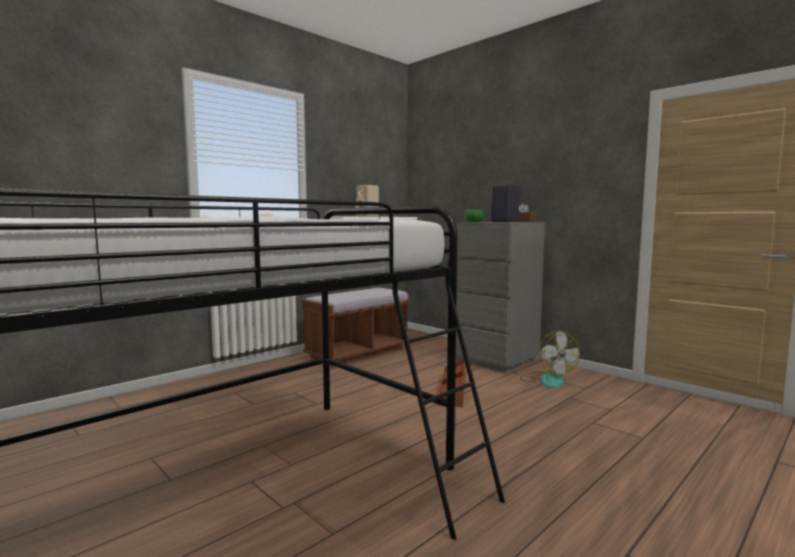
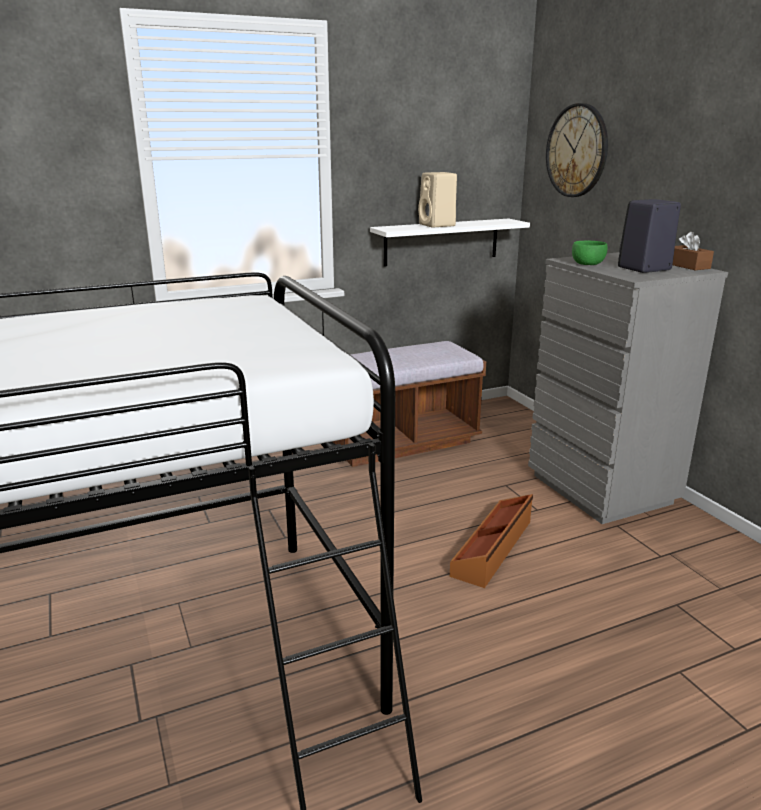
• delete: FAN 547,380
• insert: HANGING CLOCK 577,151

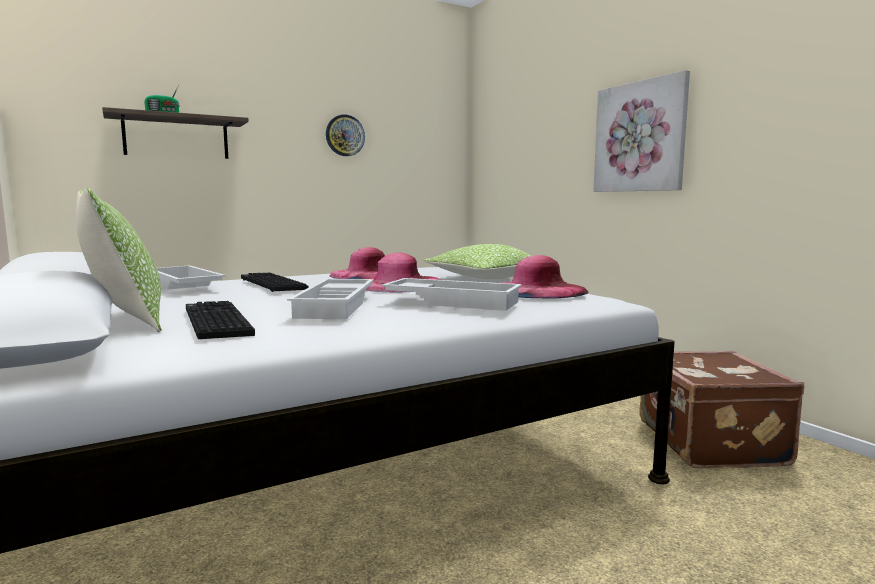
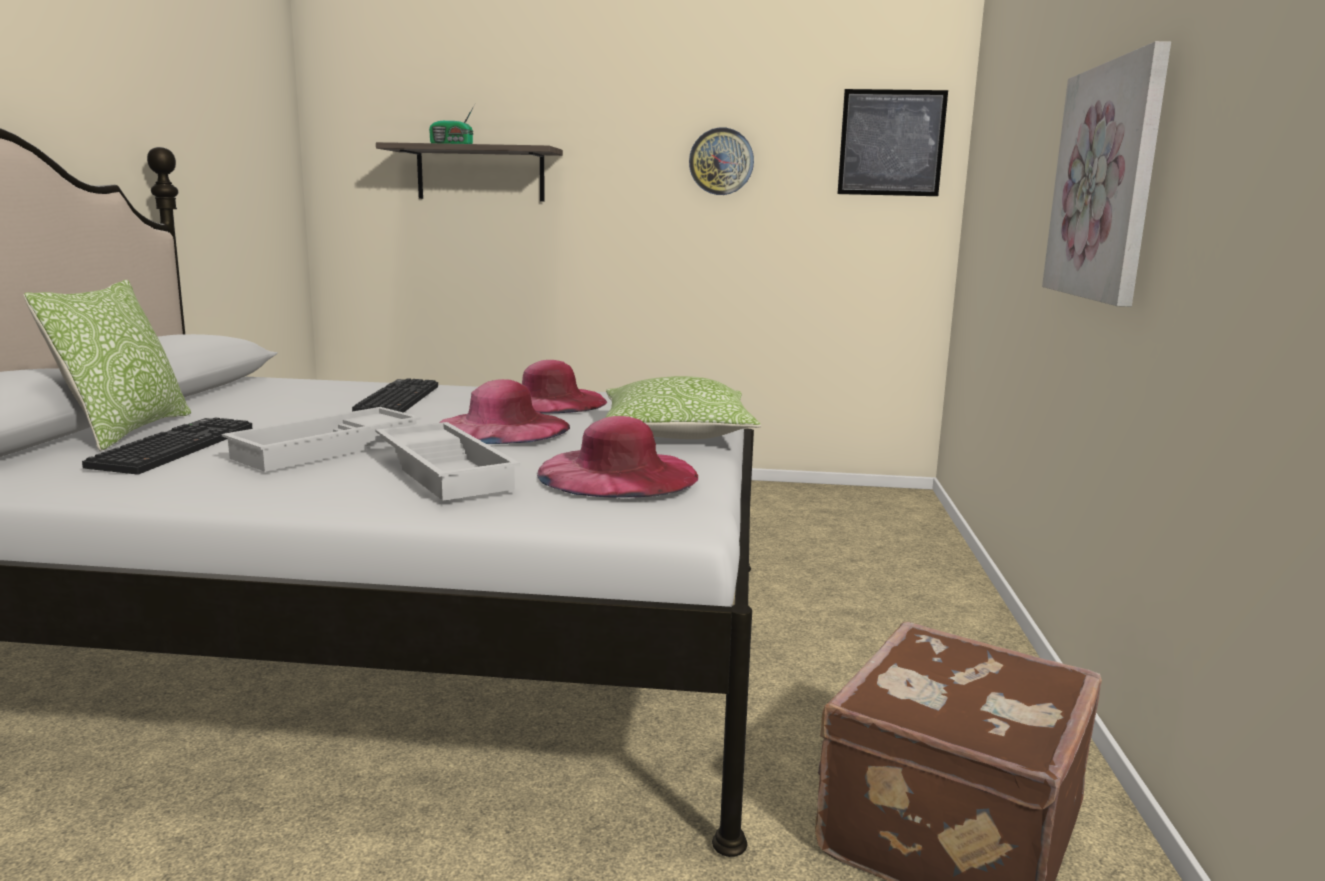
• delete: WHITISH SERVING TRAY 182,286
• insert: WALL PICTURE 891,143

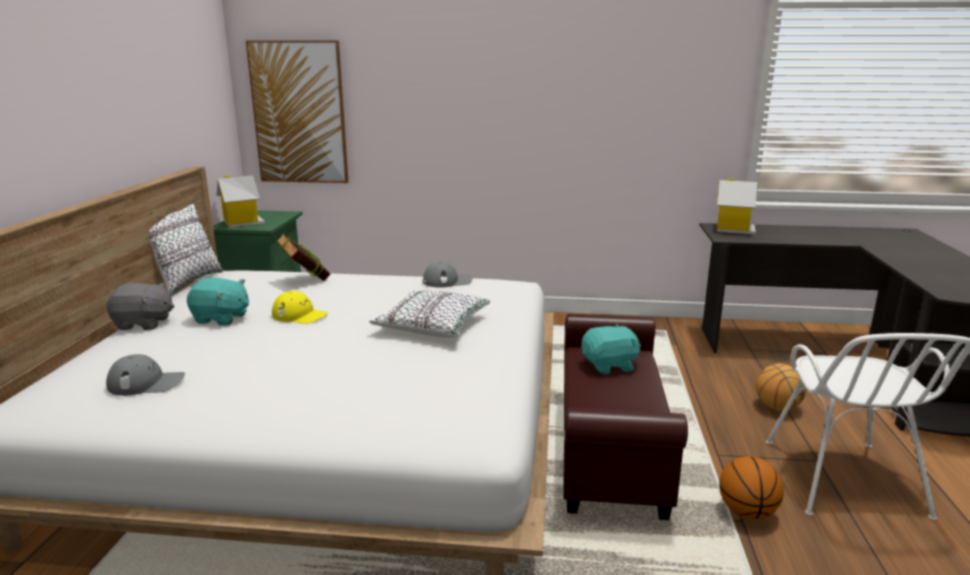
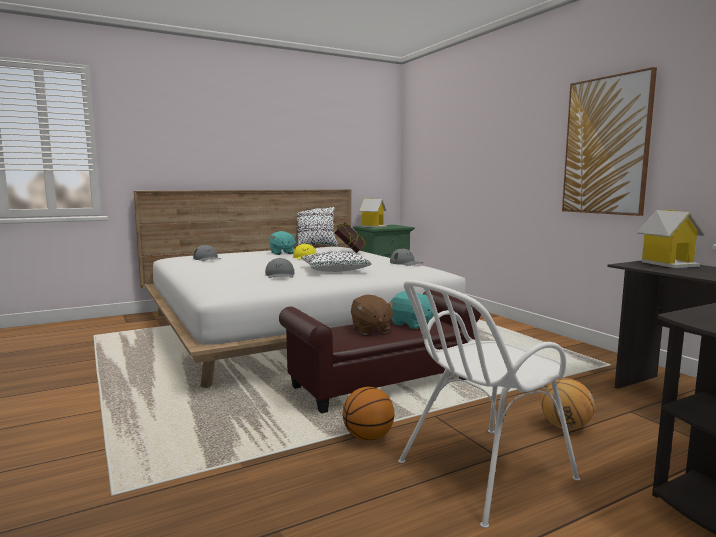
• move: WALL PICTURE 299,113 to 606,146
• delete: GREY SOFT TOY 143,323
• insert: GREY BASEBALL CAP 280,275
• insert: BROWN SOFT TOY 370,330

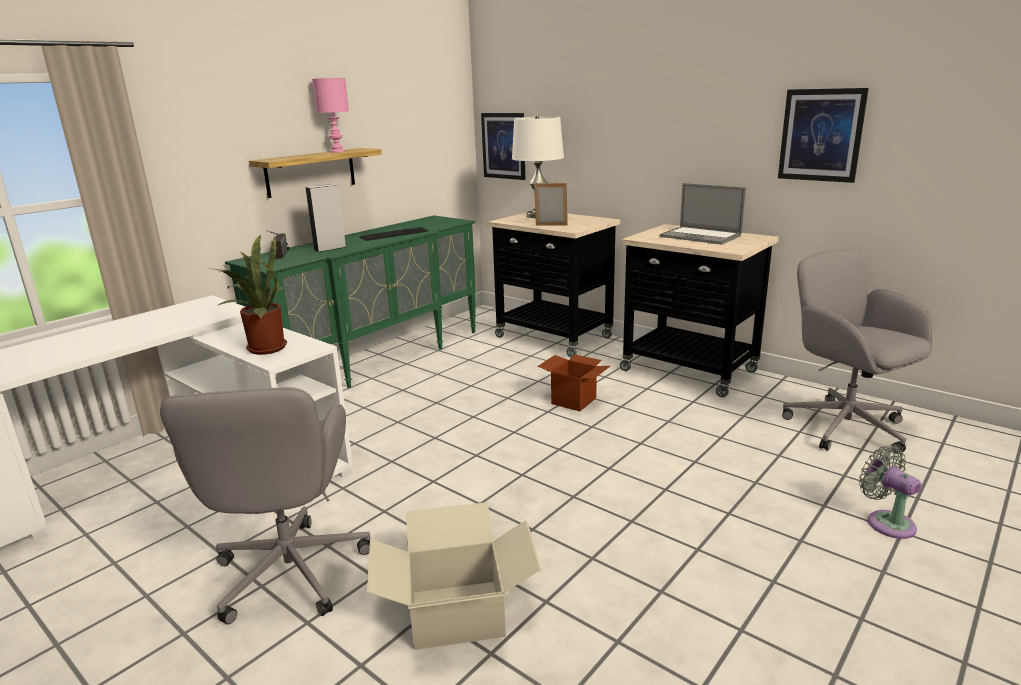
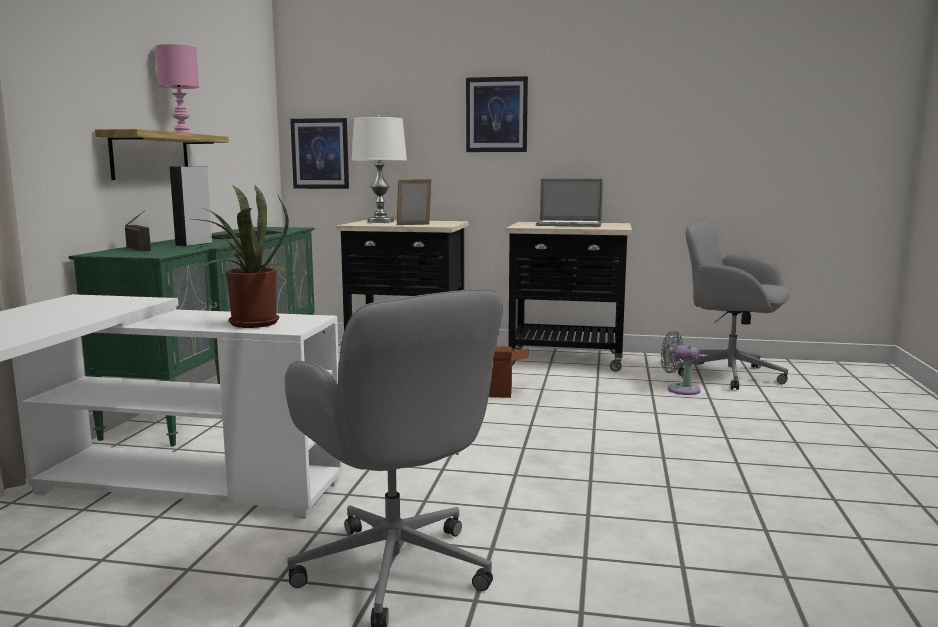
• move: WALL PICTURE 821,135 to 496,115
• move: GREY FAN 886,522 to 680,389
• delete: CARTON 457,615

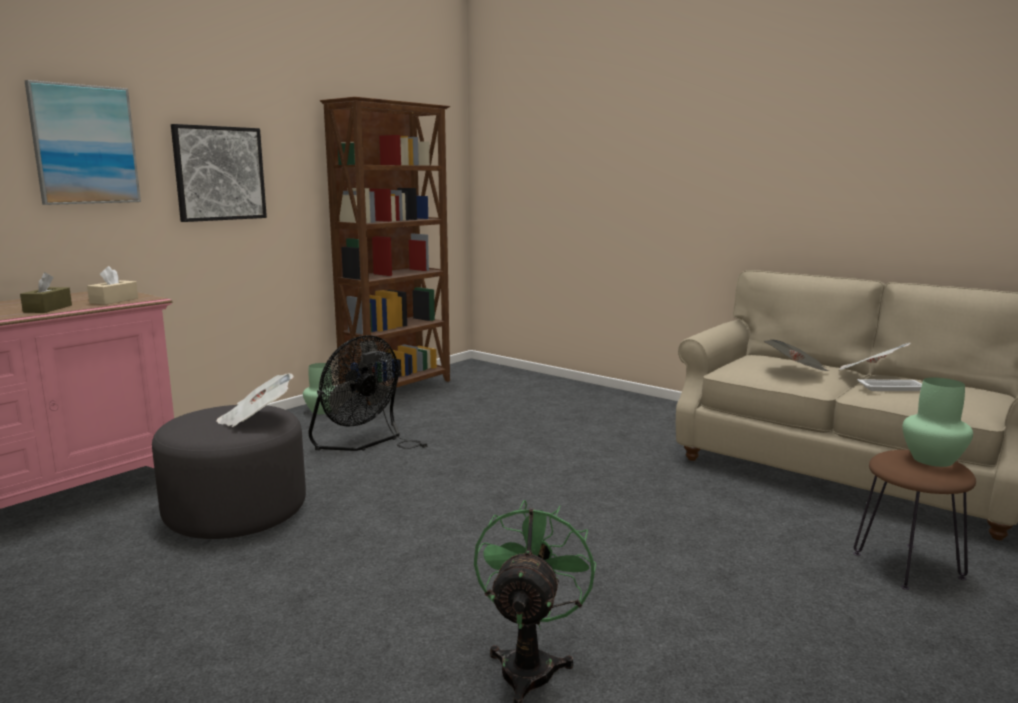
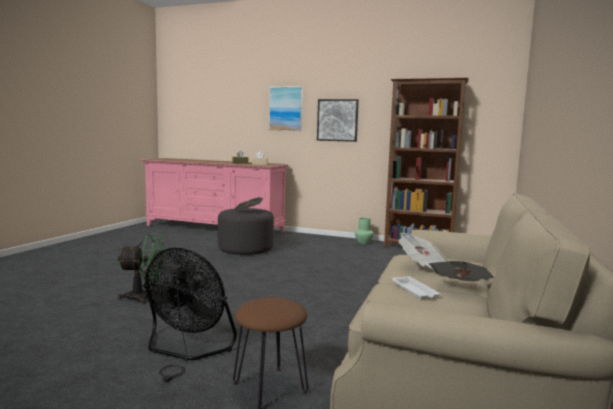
• move: BLACK-COLOURED FAN 372,440 to 182,351
• delete: GREEN DECORATIVE VASE 933,460

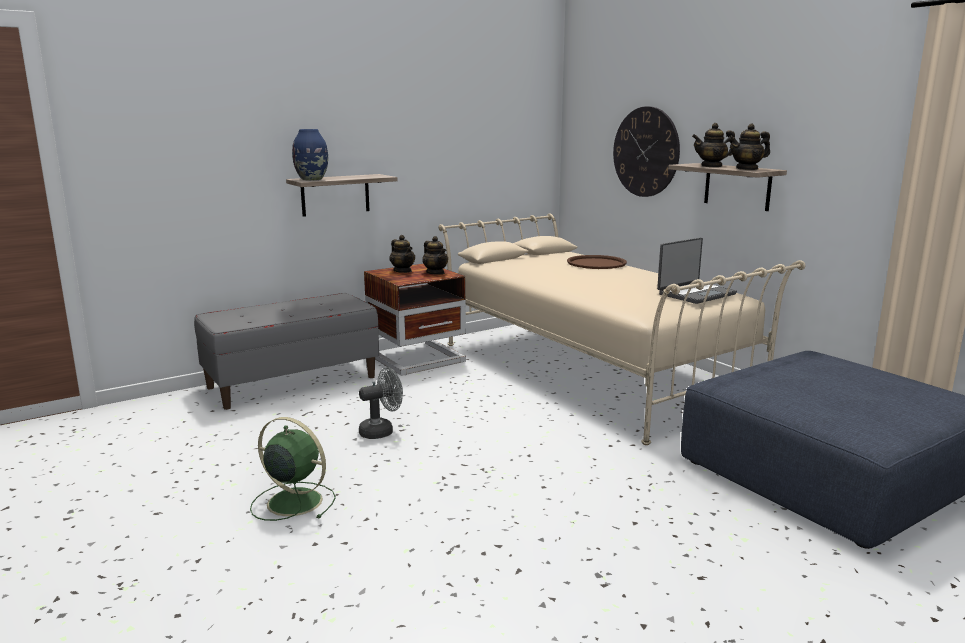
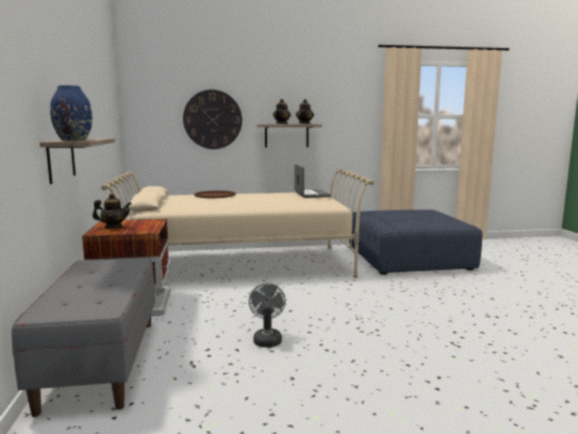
• delete: TEA POT 435,273
• delete: GREEN FAN 292,501

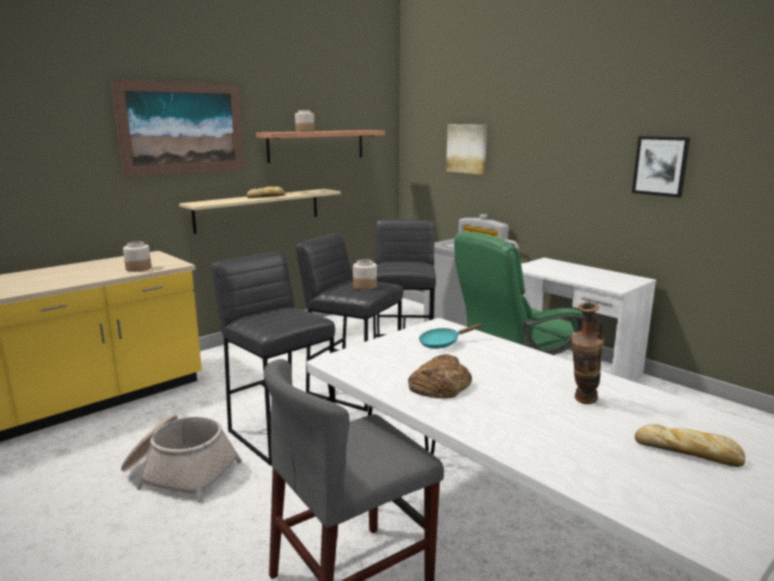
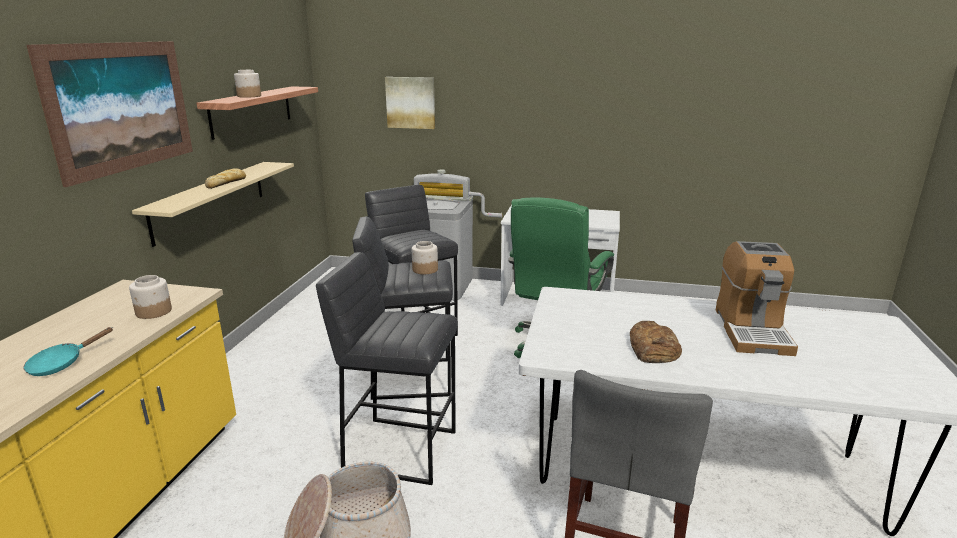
• delete: WALL PICTURE 660,166
• replace: DECORATIVE VASE 582,402 to COFFEE MAKER 752,330
• move: TURQUOISE-COLOURED SKILLET 443,343 to 61,364
• delete: BREAD 689,453

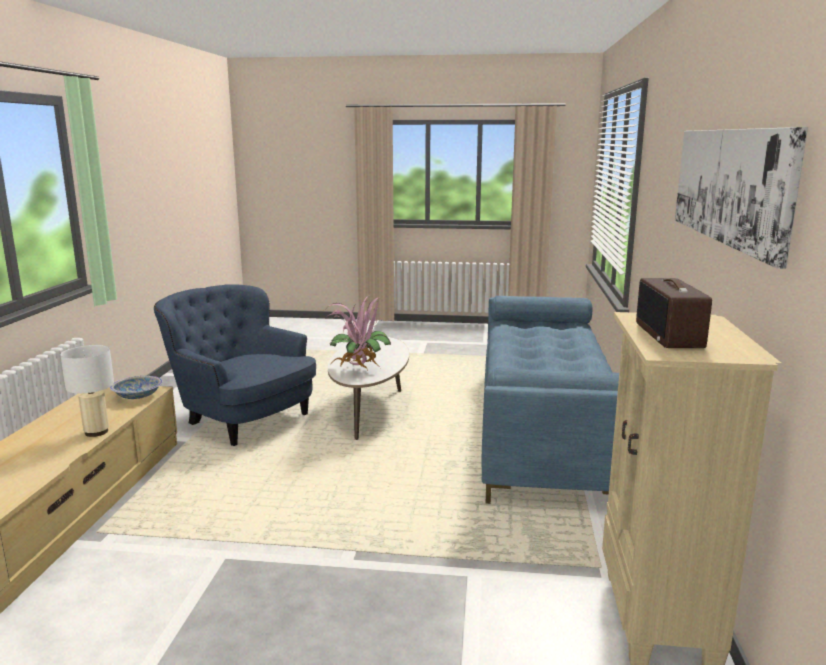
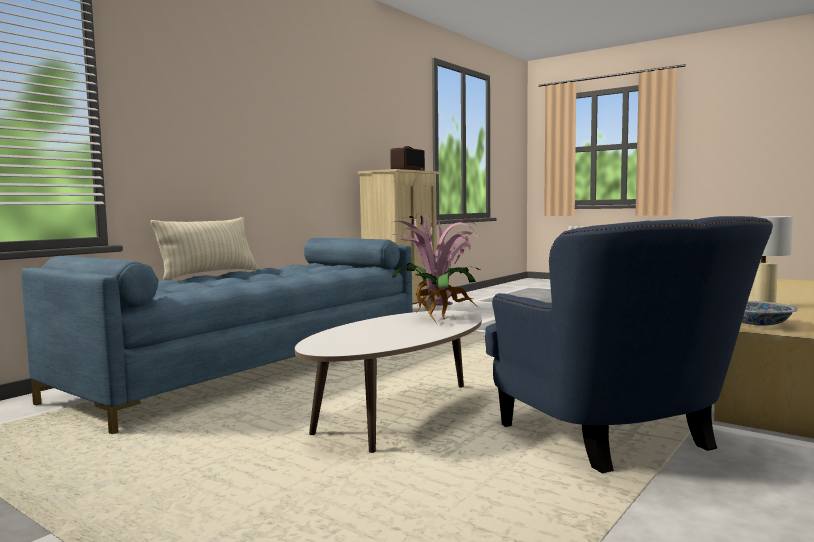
• delete: WALL PICTURE 729,185
• insert: BEIGE CUSHION 209,274

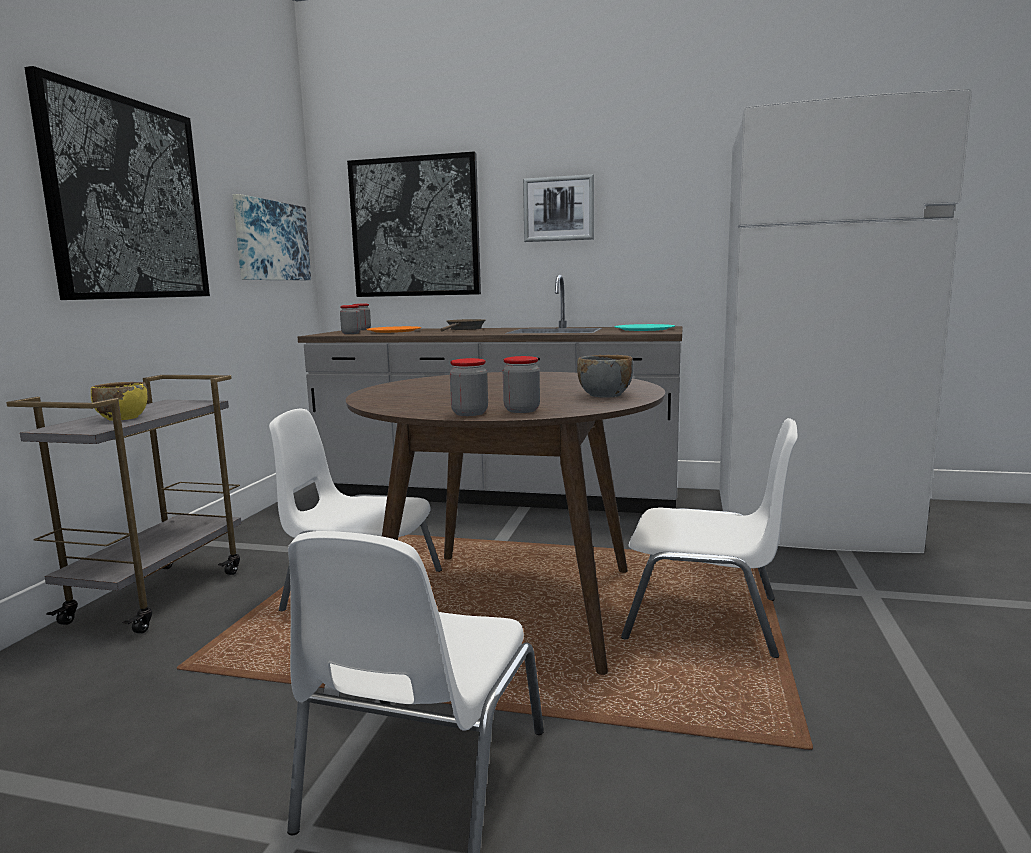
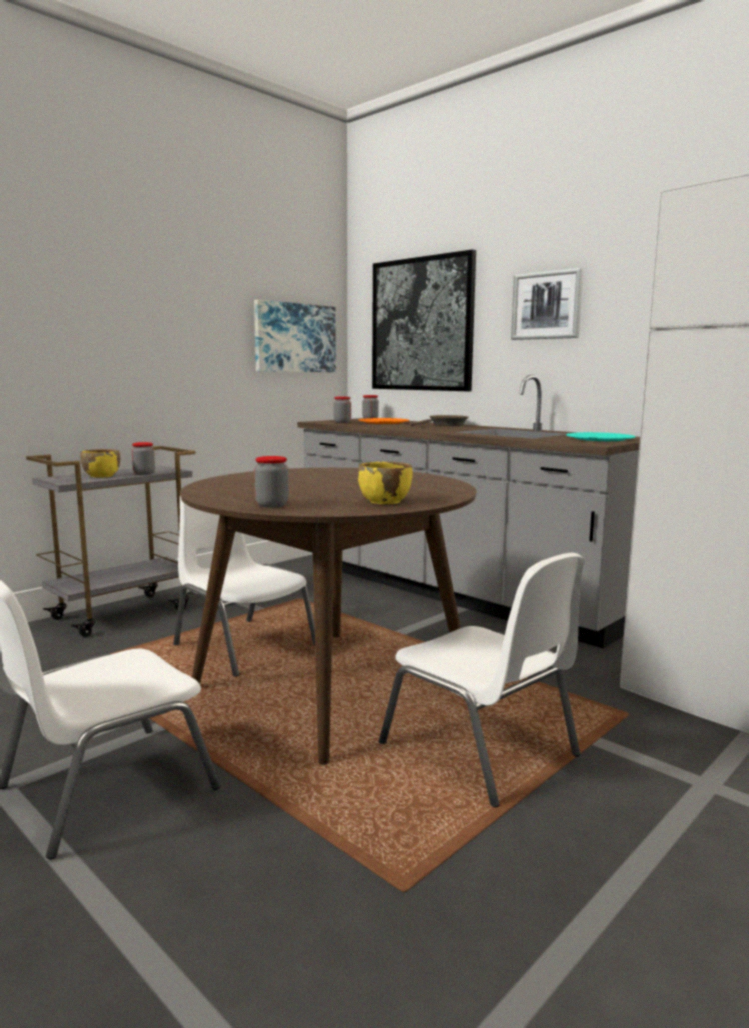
• delete: WALL PICTURE 127,200
• recolor: GREY DEEP DISH 605,395 to YELLOW DEEP DISH 385,501
• move: STORAGE JAR 469,413 to 144,473

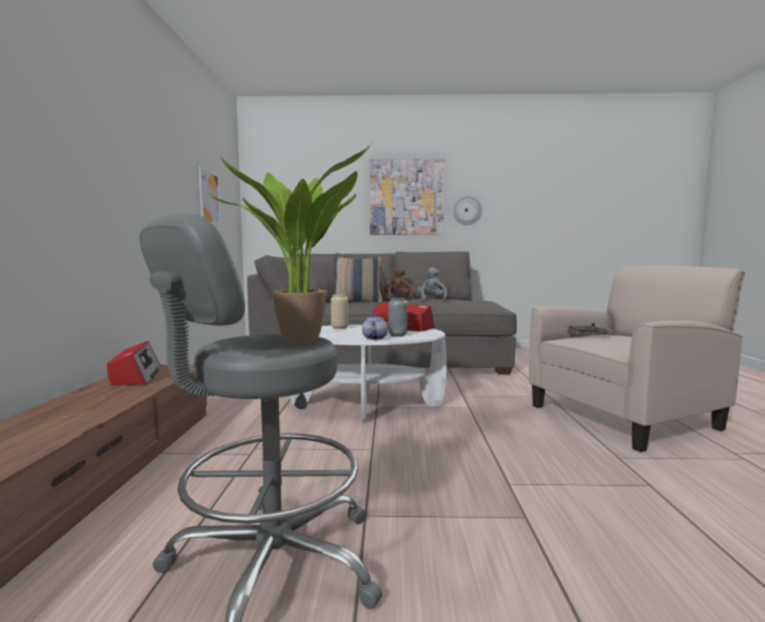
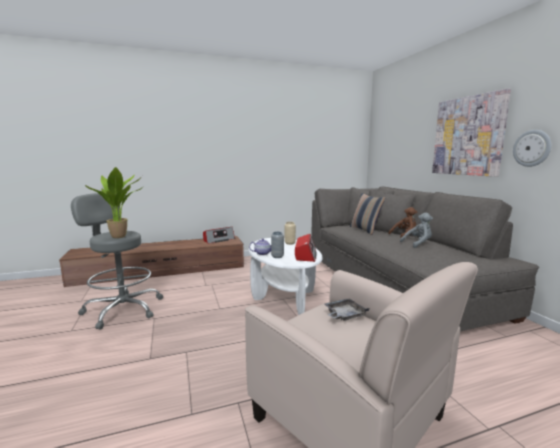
• delete: WALL PICTURE 209,197

